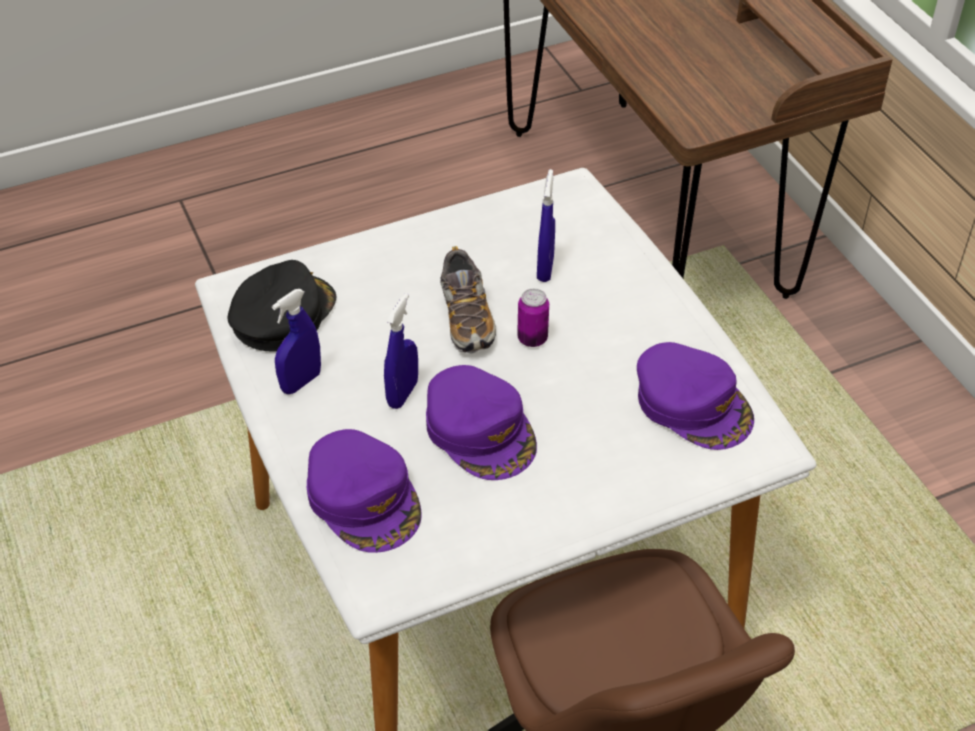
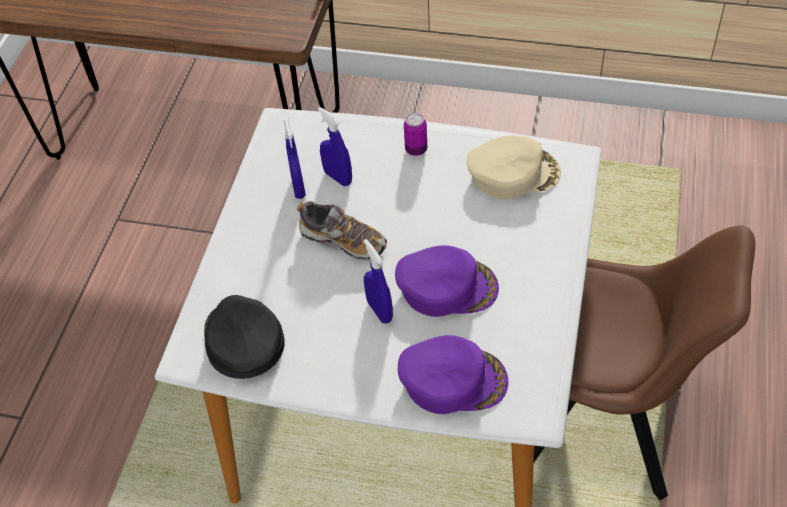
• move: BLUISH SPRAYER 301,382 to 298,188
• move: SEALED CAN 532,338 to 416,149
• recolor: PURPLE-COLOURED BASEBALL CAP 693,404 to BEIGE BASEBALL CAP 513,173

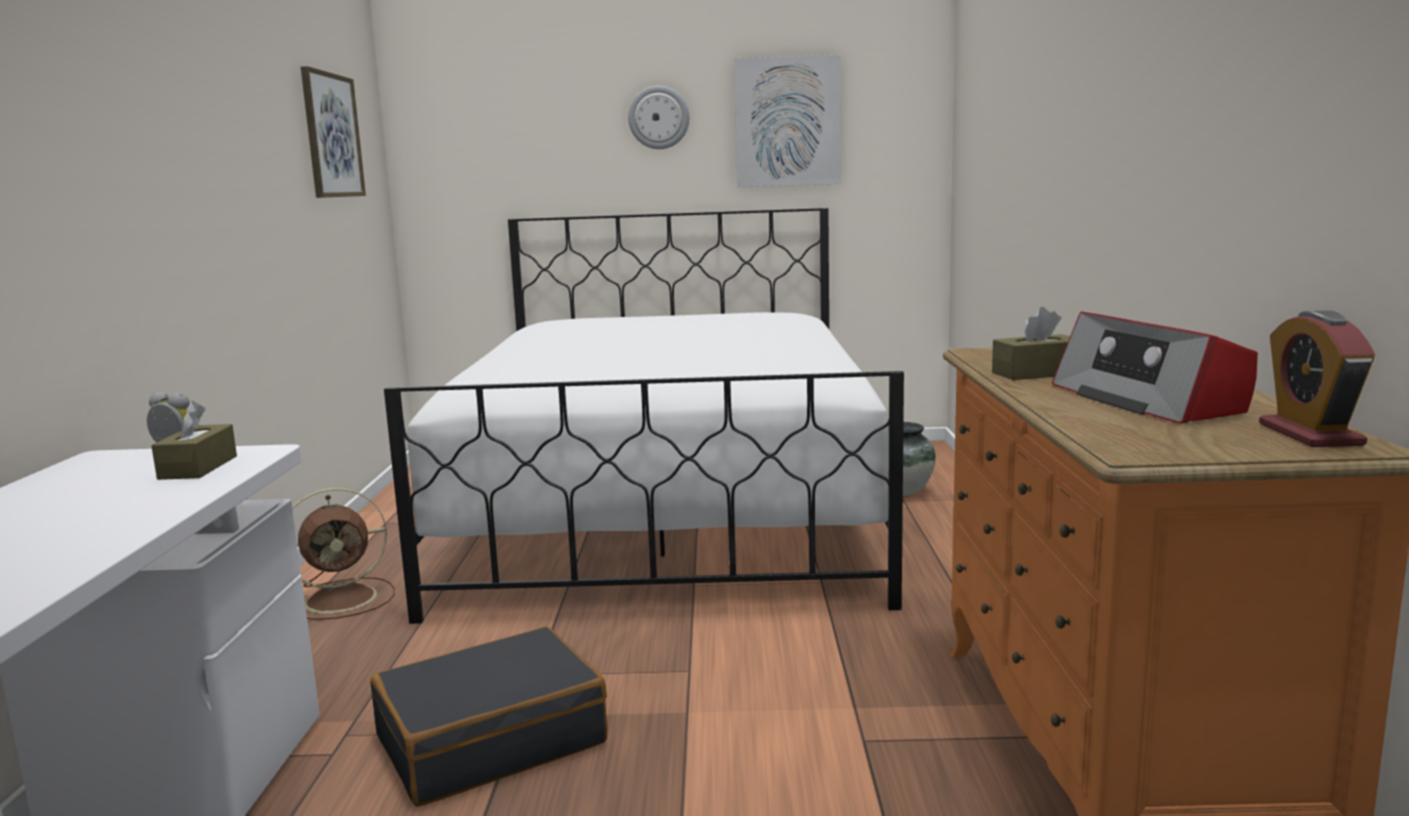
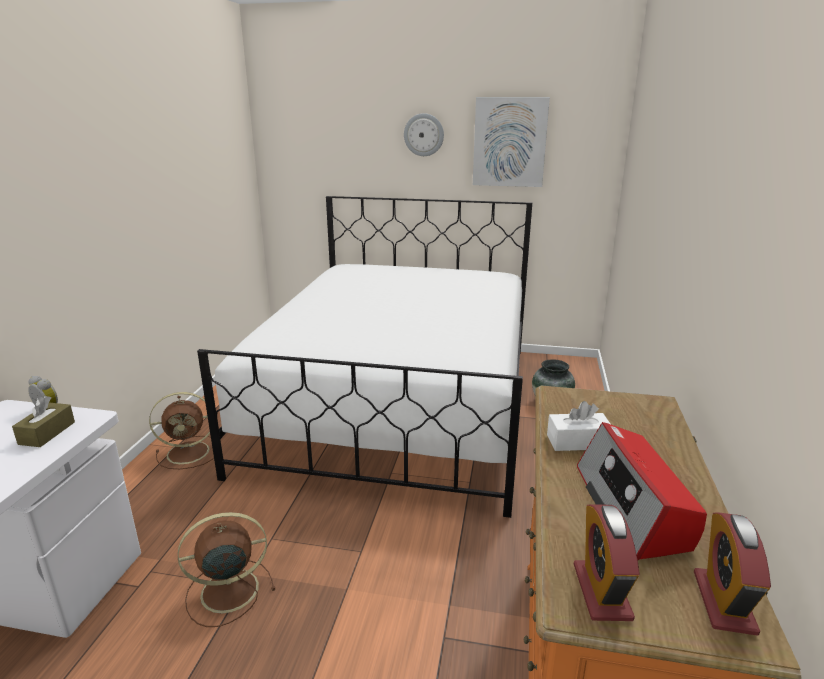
• delete: WALL PICTURE 332,135
• recolor: BROWN TISSUE BOX 1037,373 to WHITISH TISSUE BOX 578,442
• replace: BLACK-COLOURED SUITCASE 491,739 to BROWN FAN 227,591
• insert: BEDSIDE CLOCK 601,591

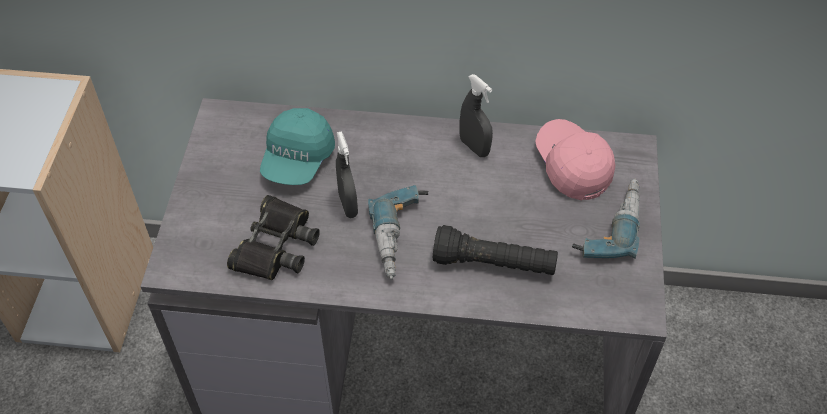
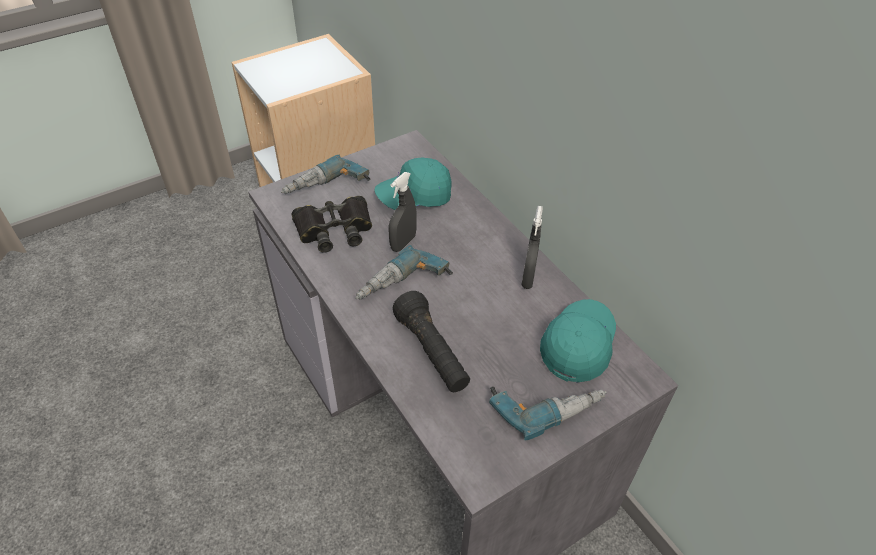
• recolor: PINKISH BASEBALL CAP 572,166 to TURQUOISE-COLOURED BASEBALL CAP 577,346
• insert: ELECTRIC DRILL 327,189

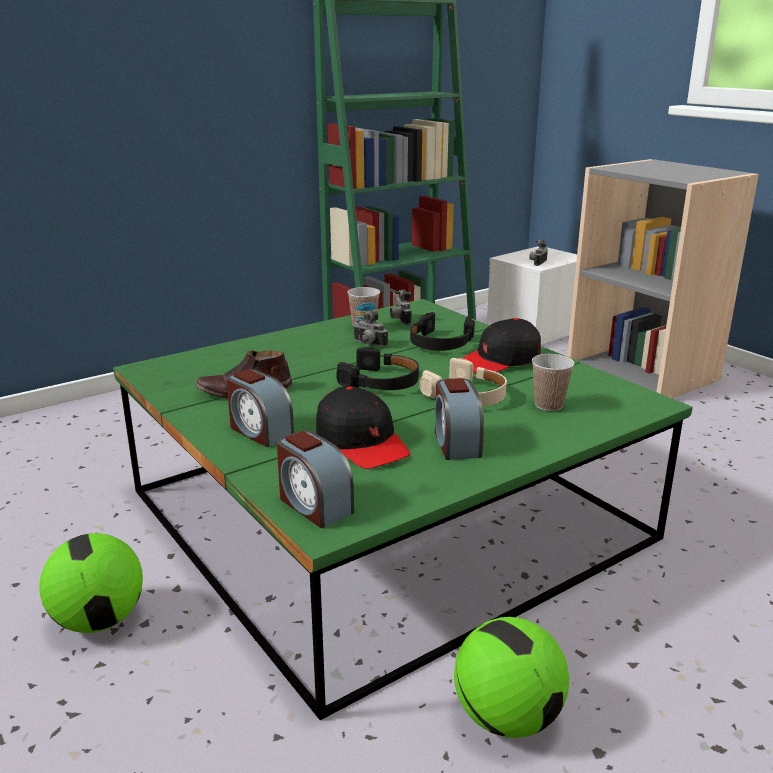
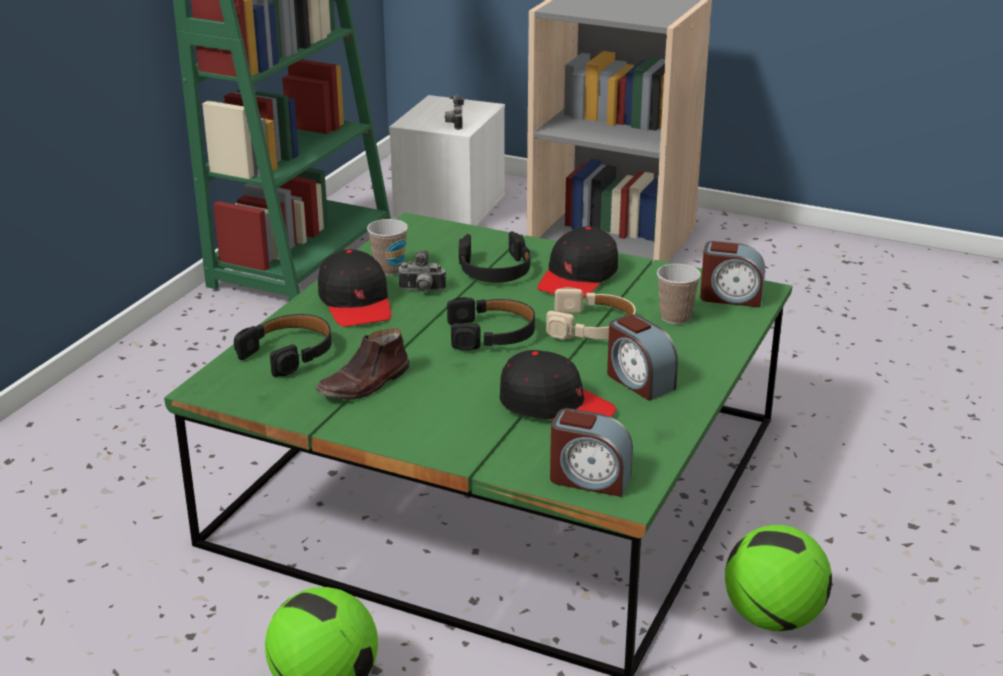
• delete: STILL CAMERA 400,320
• move: BEDSIDE CLOCK 259,431 to 731,297
• insert: BLACK-COLOURED BASEBALL CAP 356,303
• insert: BLACK-COLOURED HEADPHONES 289,353

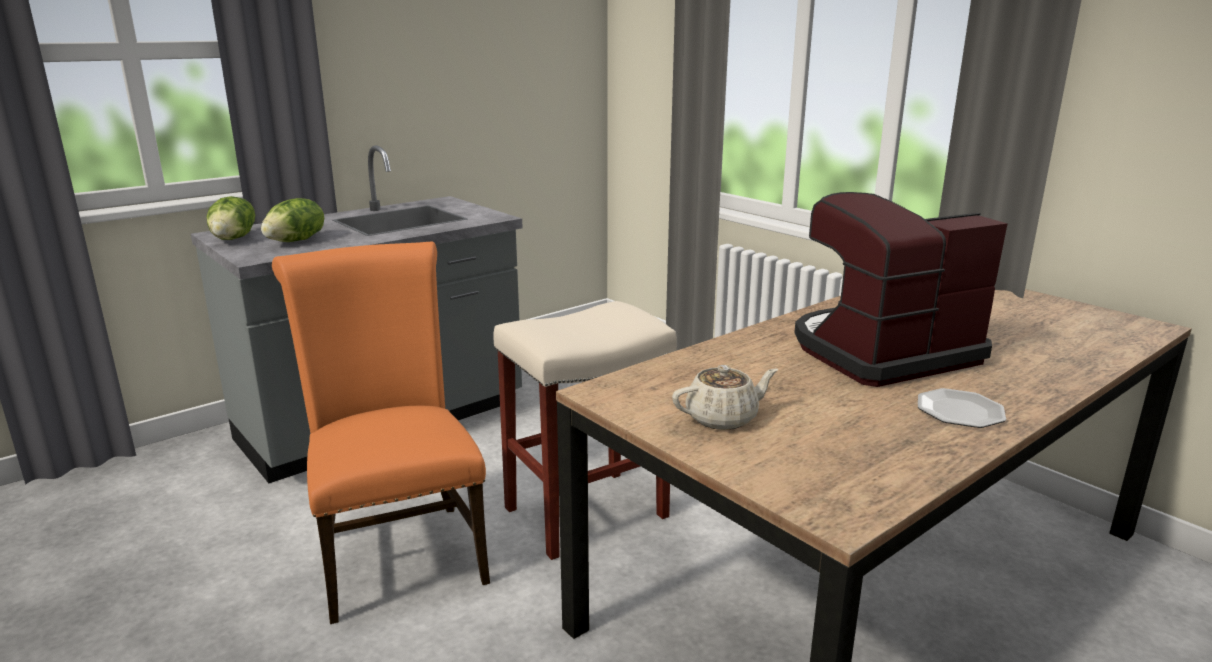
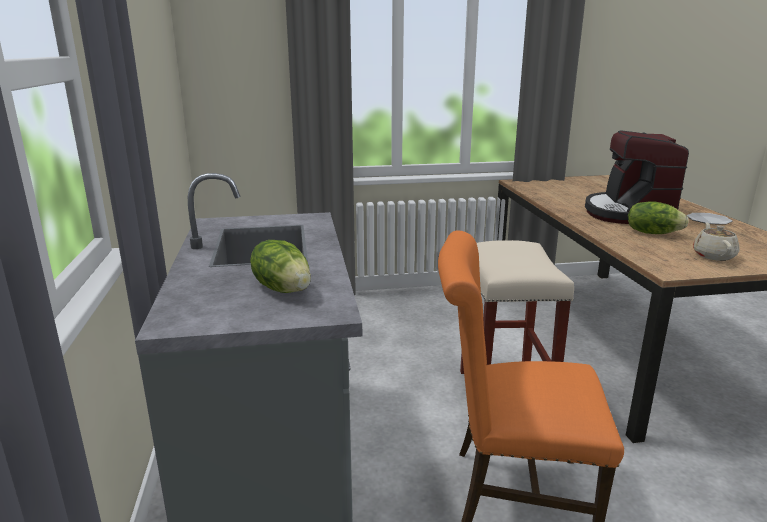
• move: LETTUCE 234,238 to 652,233

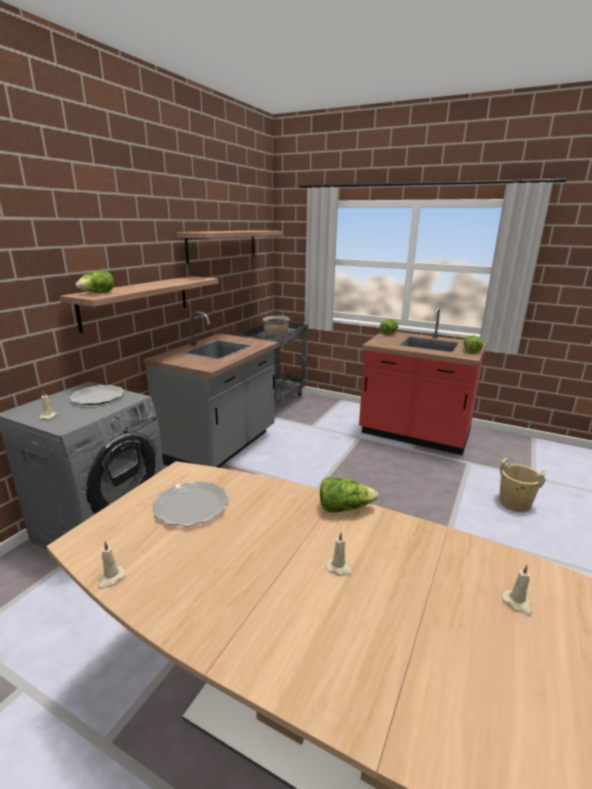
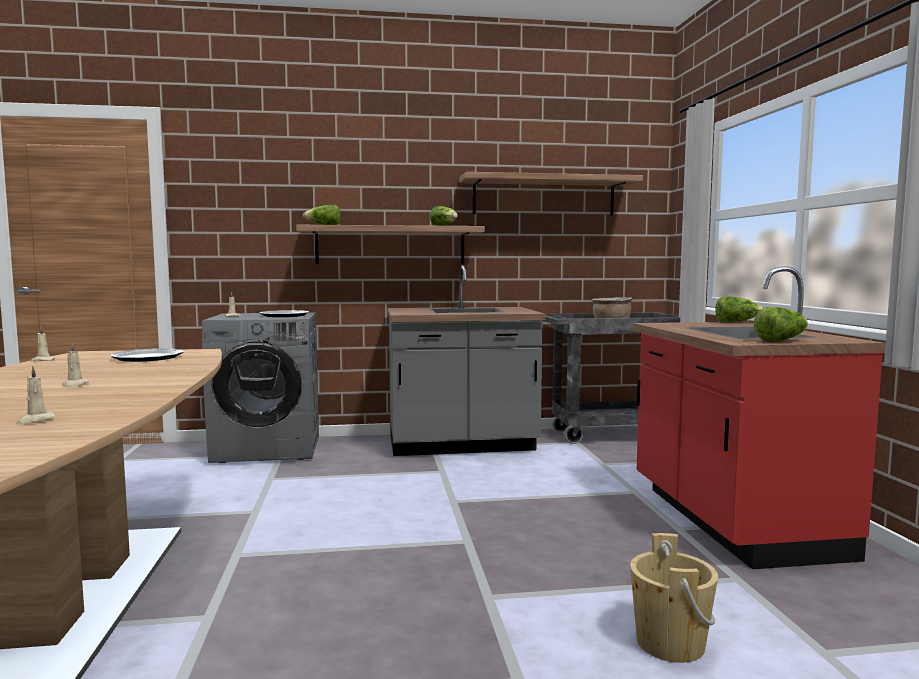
• move: LETTUCE 344,508 to 444,226

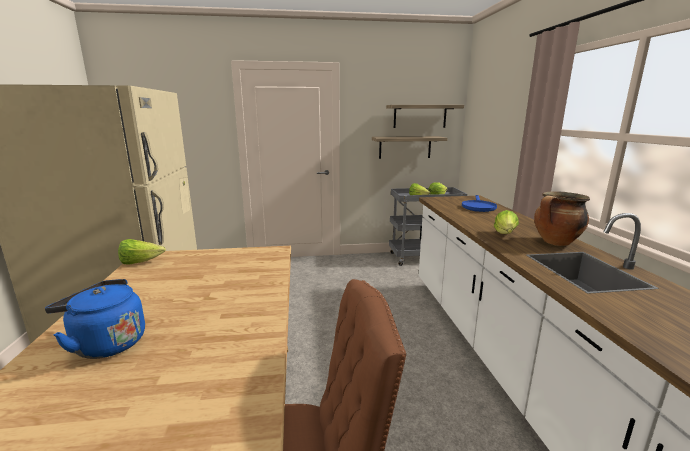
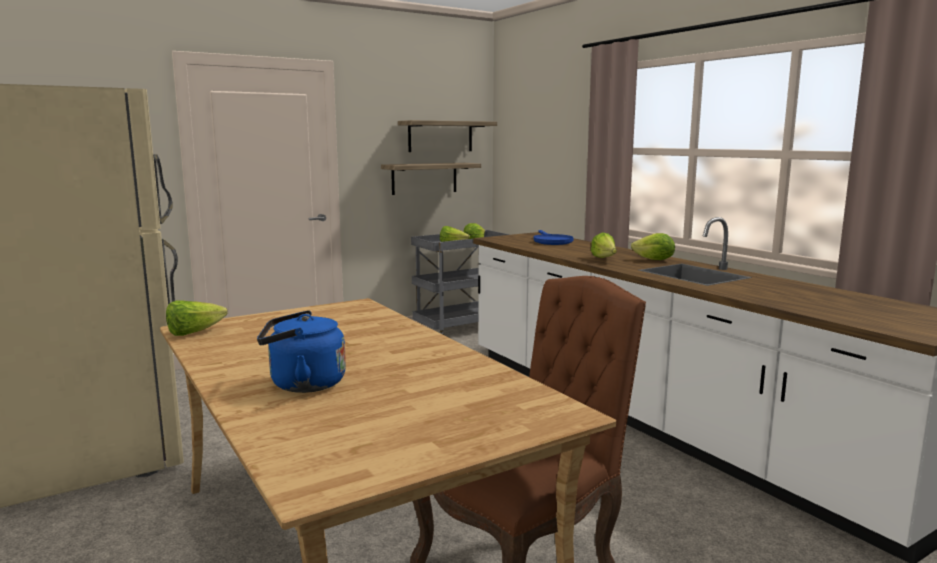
• replace: SAUCEPOT 555,243 to LETTUCE 654,260

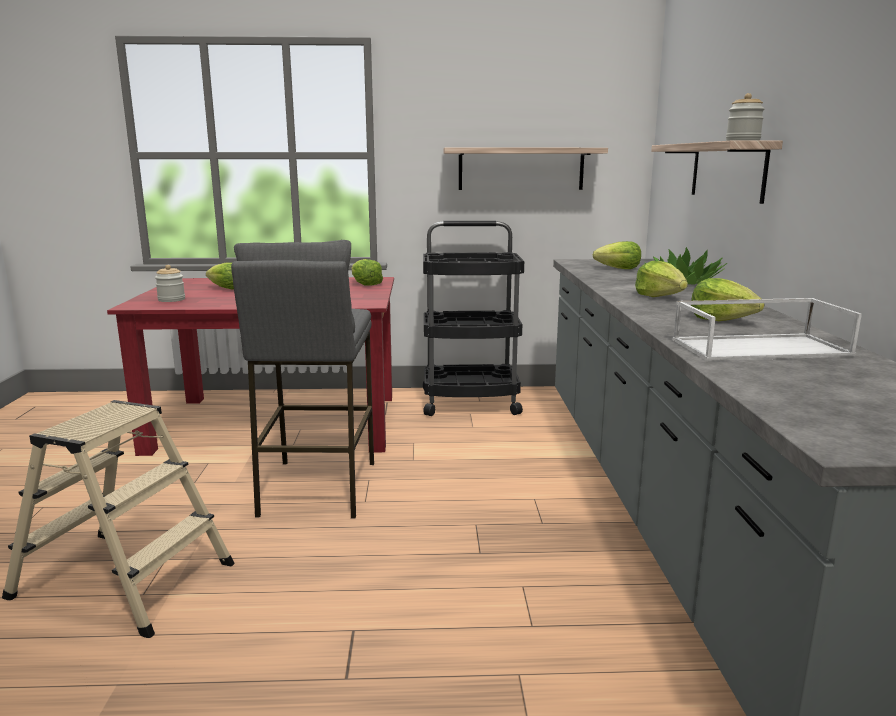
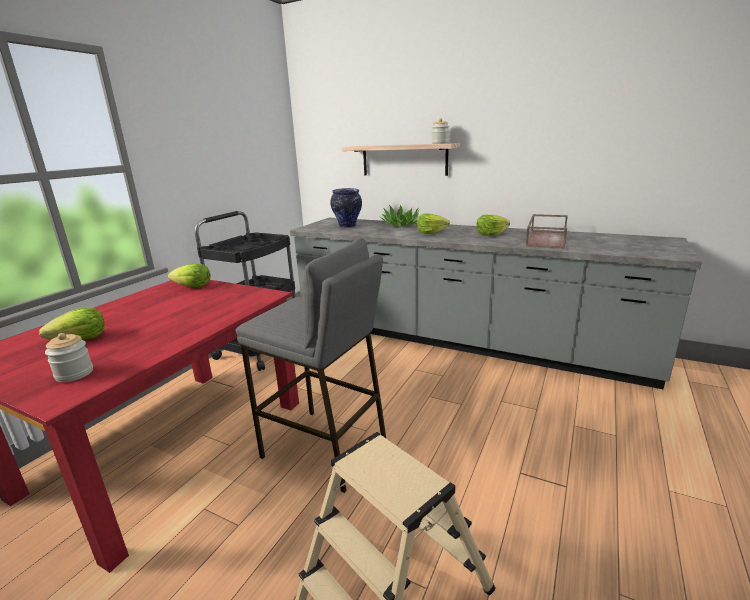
• delete: WALL SHELF 521,169
• replace: LETTUCE 618,269 to DECORATIVE VASE 348,226
• recolor: WHITISH SERVING TRAY 760,347 to BROWN SERVING TRAY 545,239

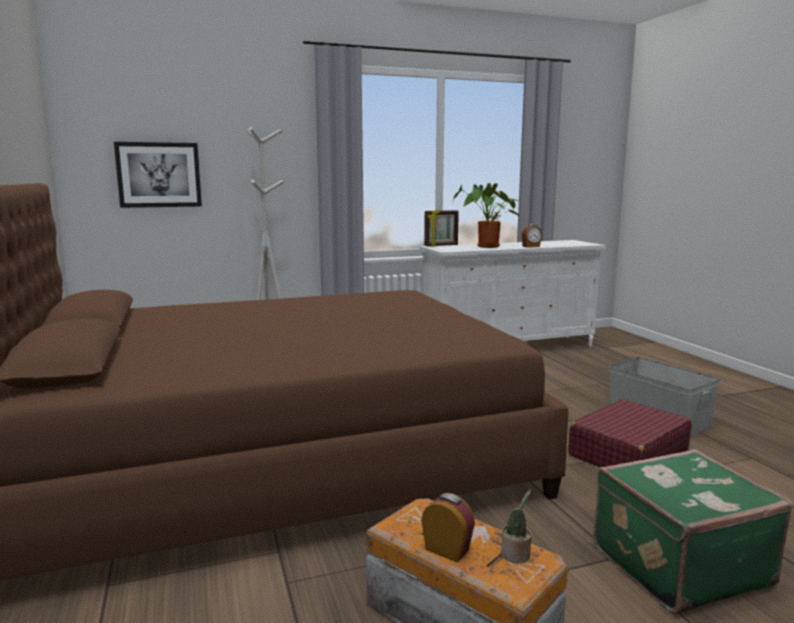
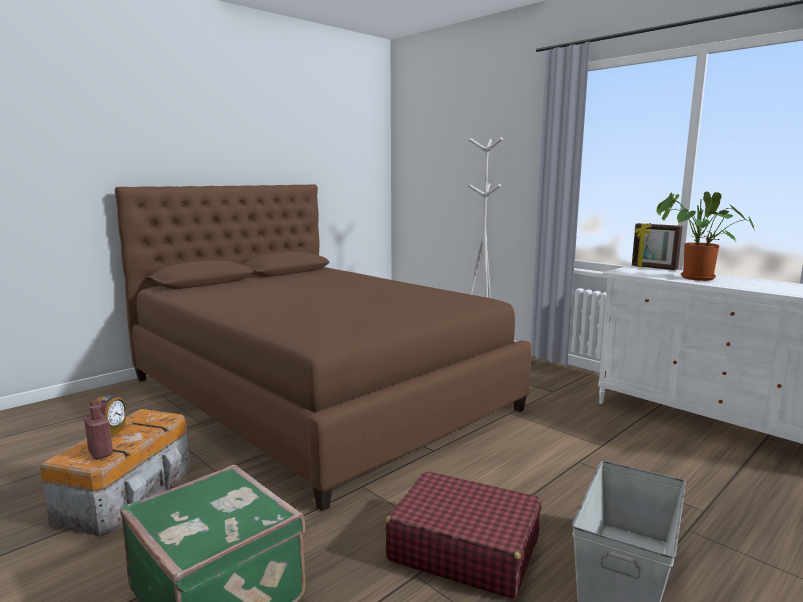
• delete: WALL PICTURE 159,175
• delete: BEDSIDE CLOCK 531,246
• replace: POTTED PLANT 516,556 to RED-COLOURED BOTTLE 100,453

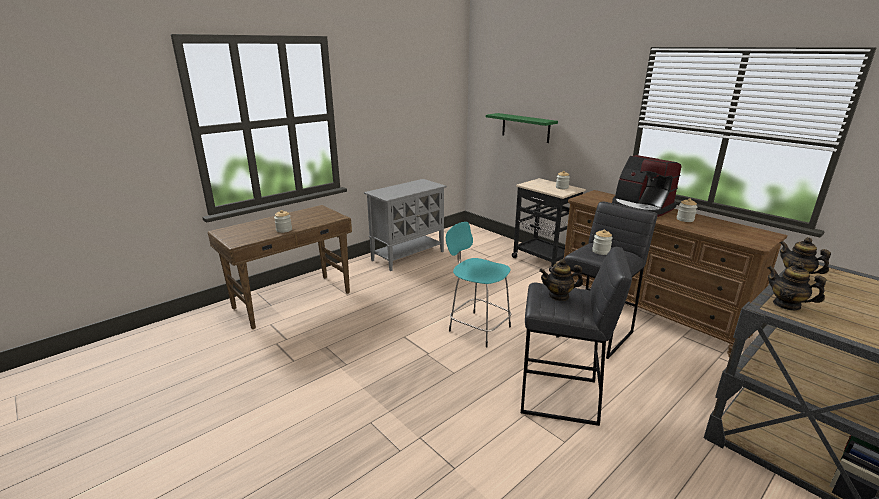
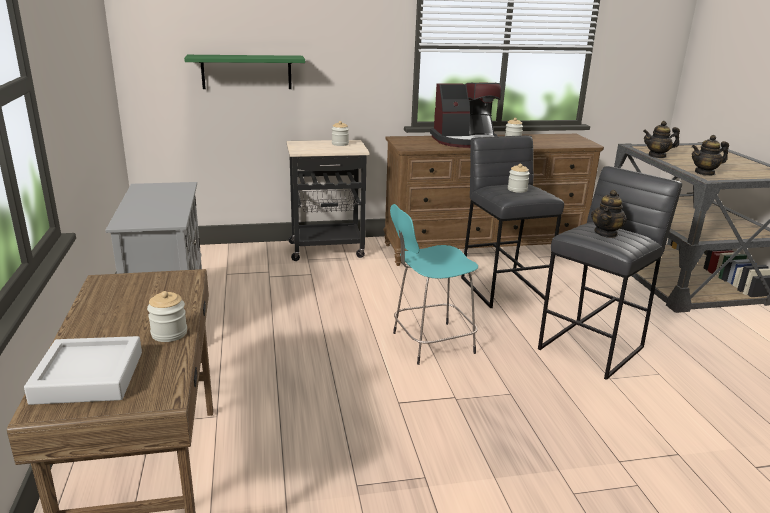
• insert: GREY SERVING TRAY 88,377

